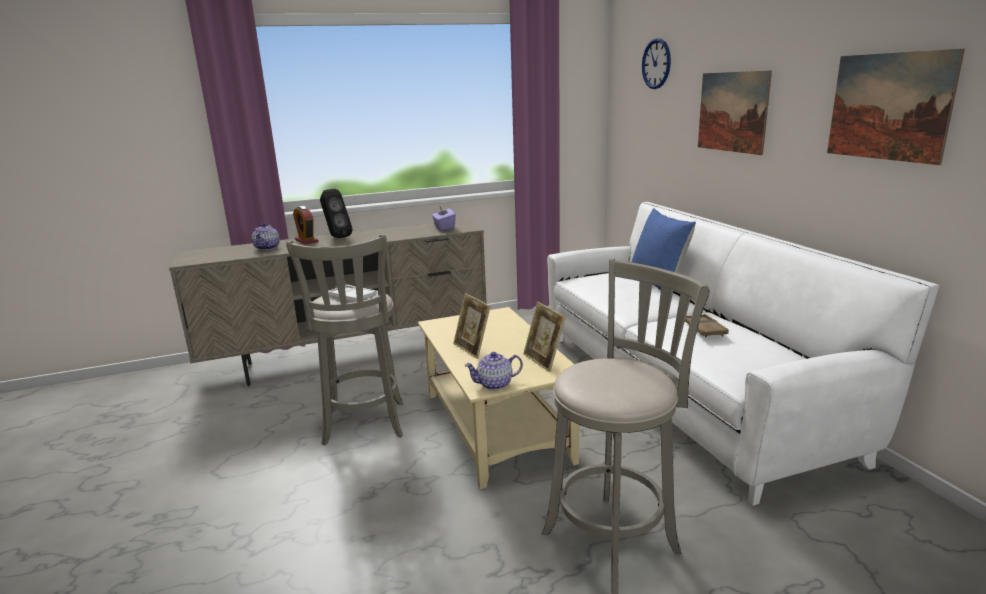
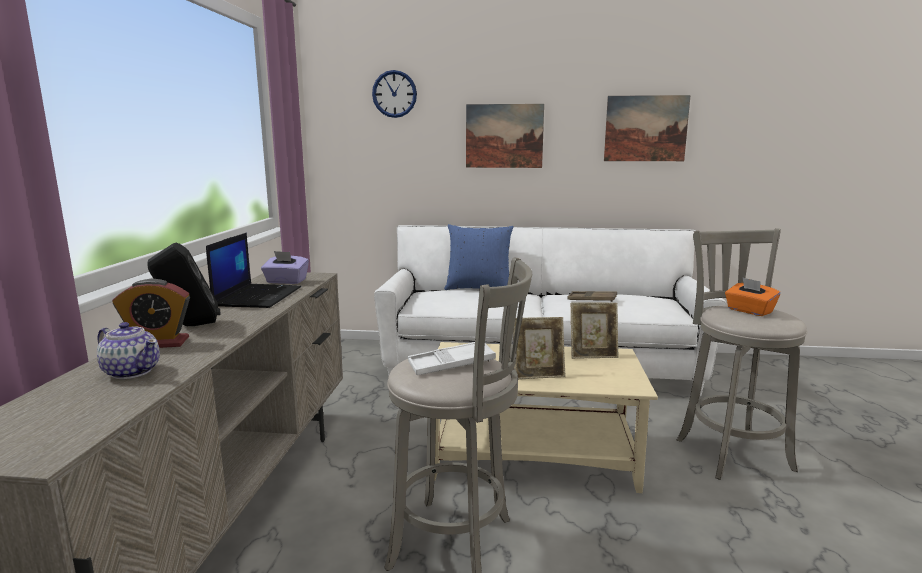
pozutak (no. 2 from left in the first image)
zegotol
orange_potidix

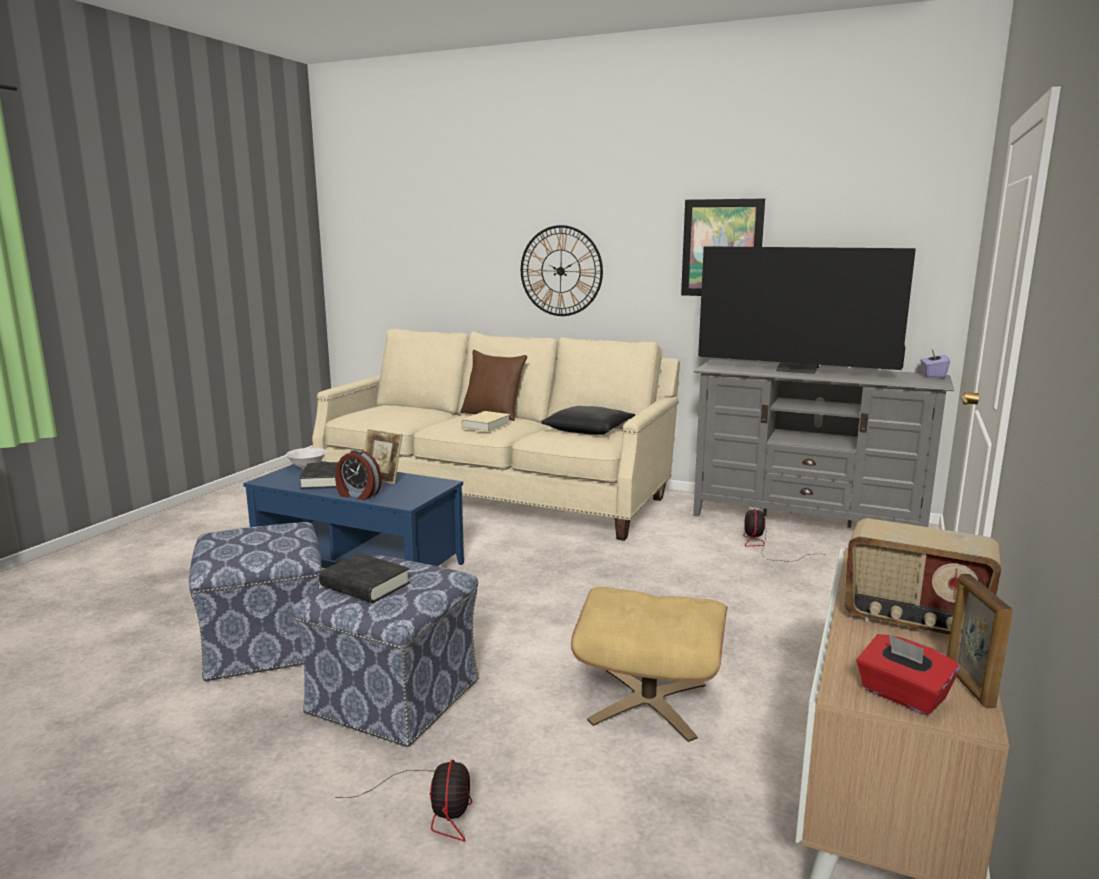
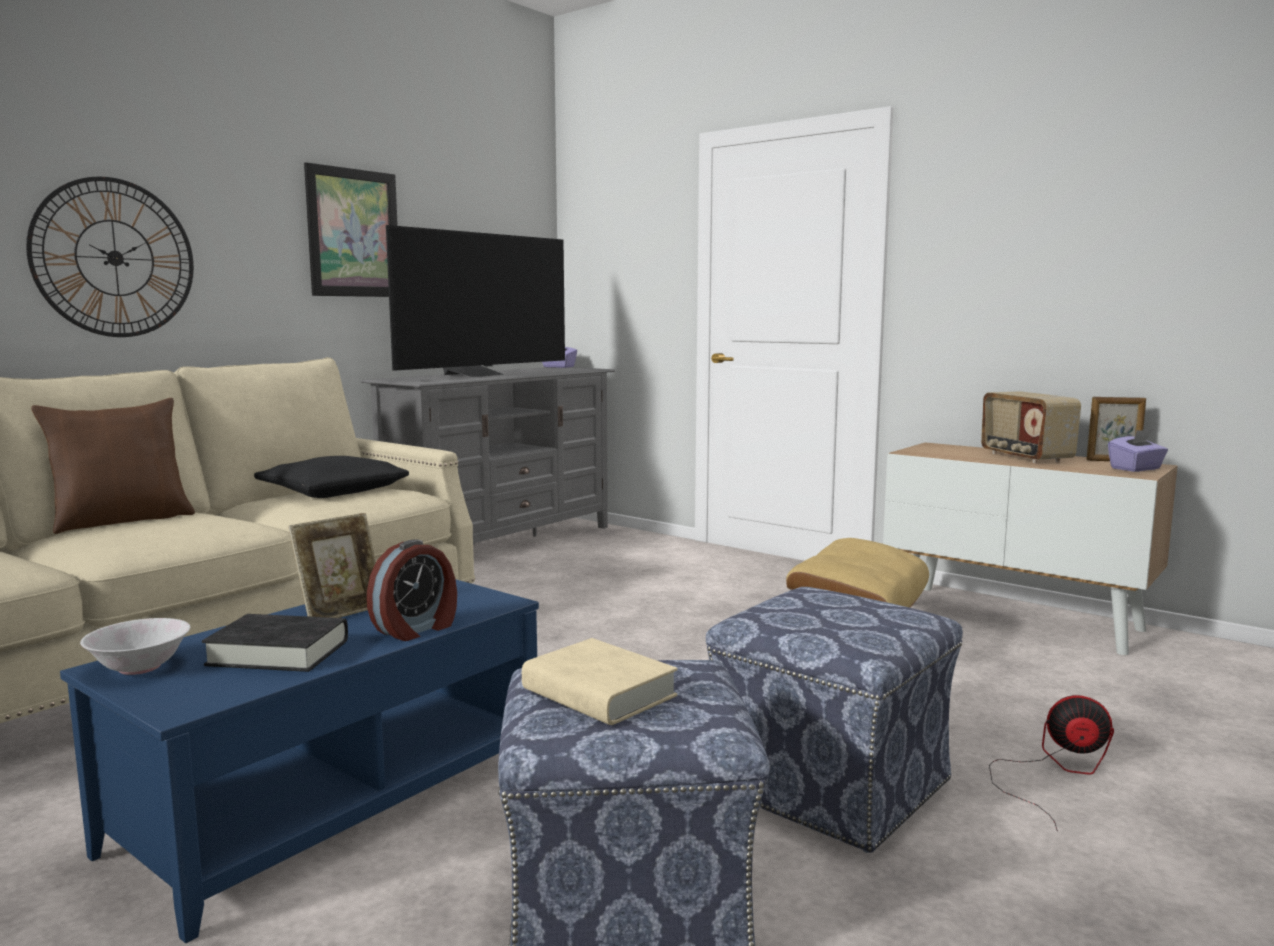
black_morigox (no. 2 from left in the first image)
beige_morigox
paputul (no. 2 from left in the first image)
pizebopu
purple_potidix (no. 2 from left)

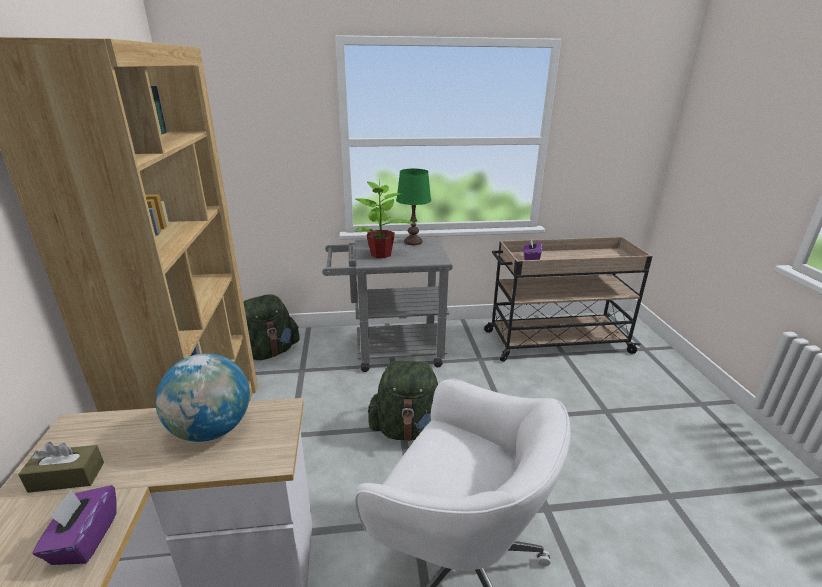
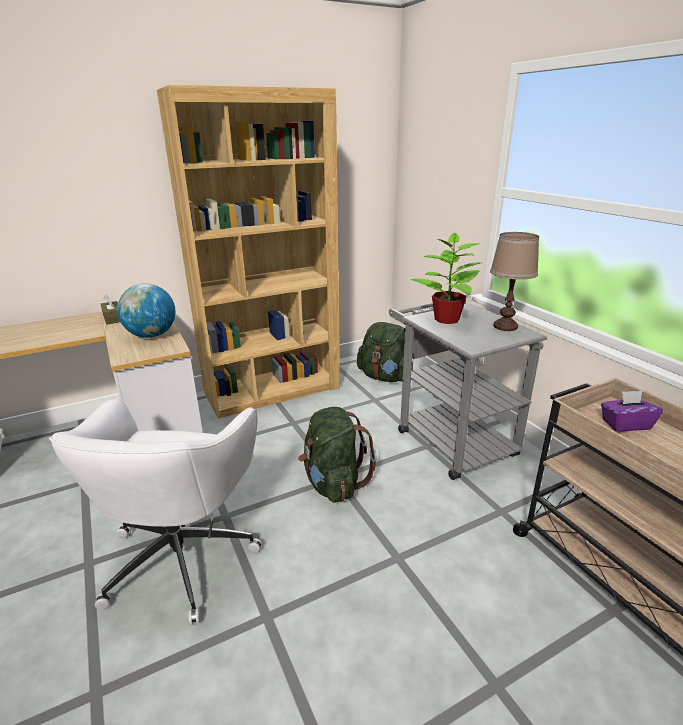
purple_potidix (no. 1 from left in the first image)
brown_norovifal

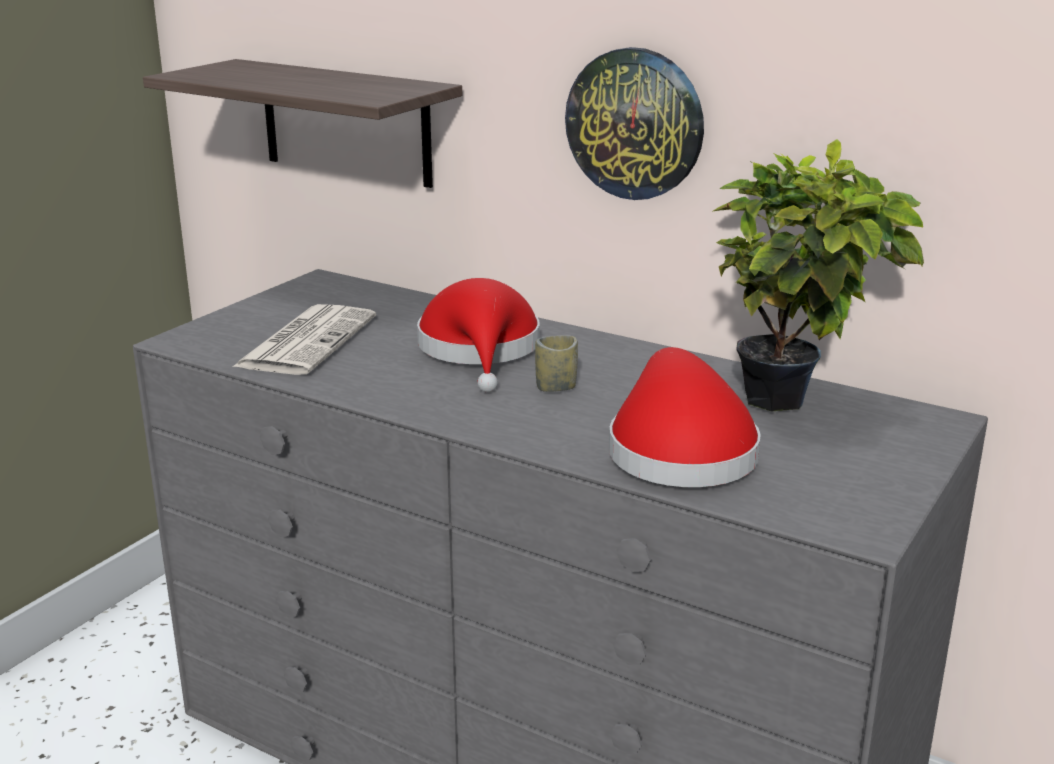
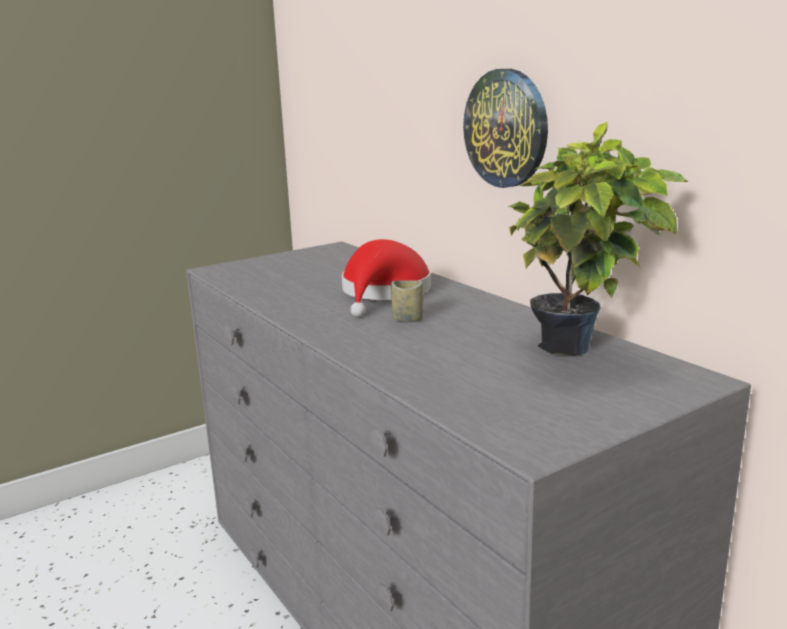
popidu
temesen
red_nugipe (no. 2 from left in the first image)

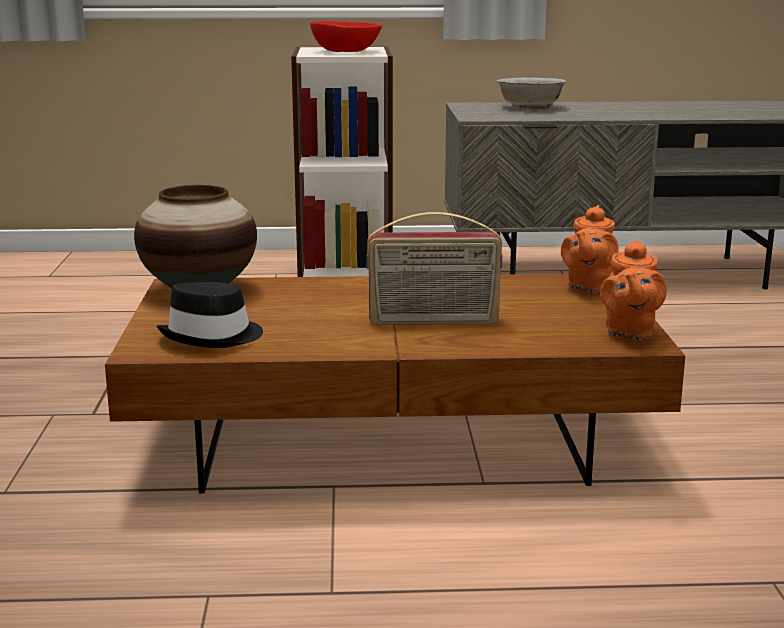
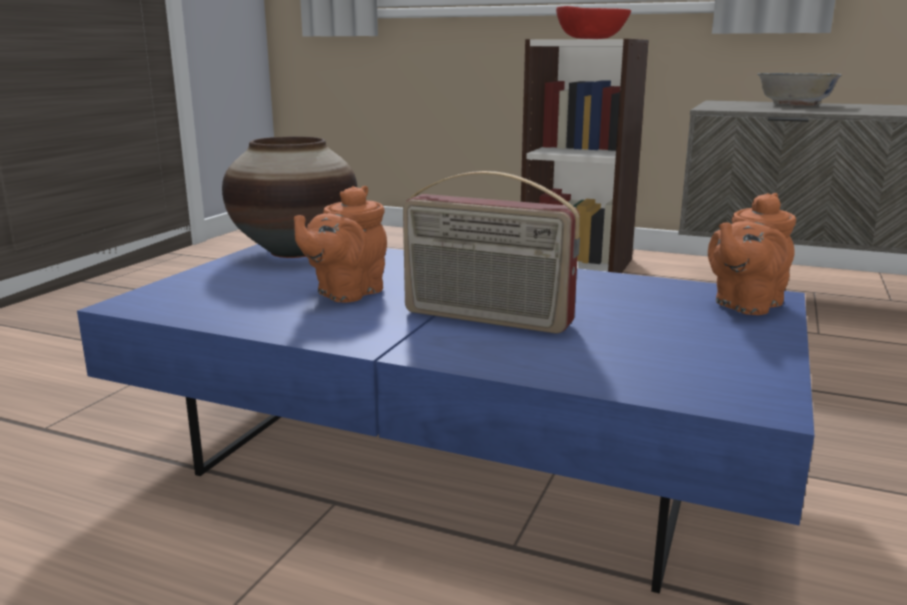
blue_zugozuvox
black_nugipe
orange_pozutak (no. 1 from left)

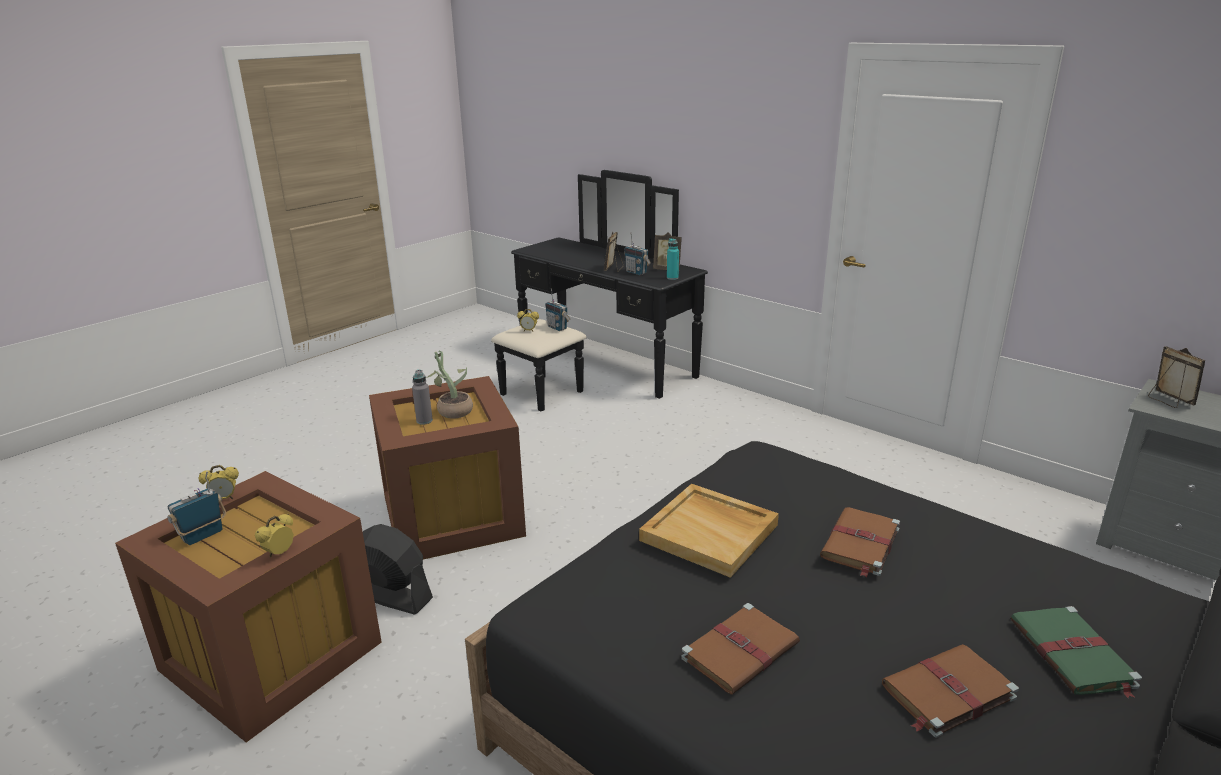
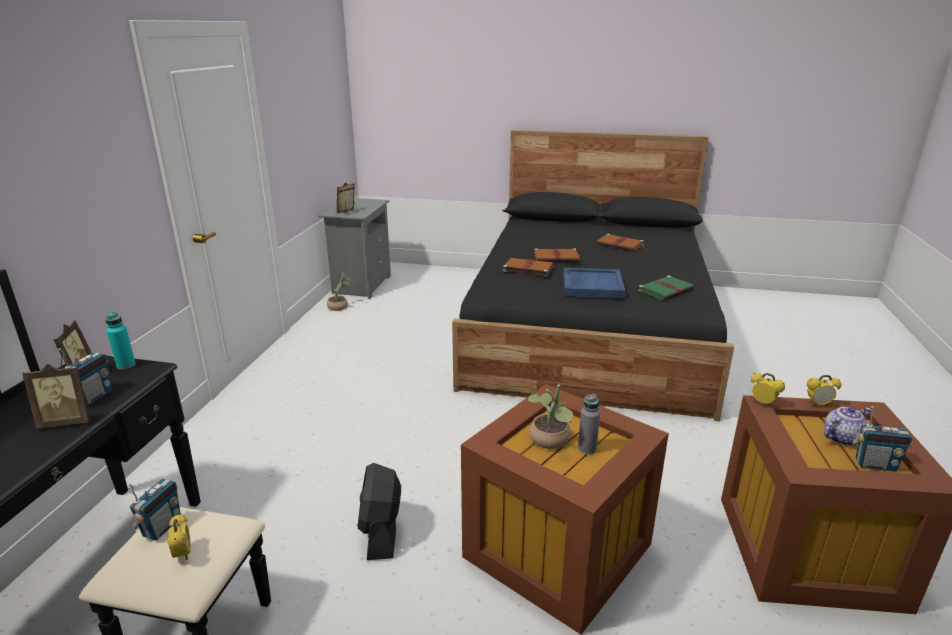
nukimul (no. 2 from left)
black_paputul
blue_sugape
brown_morigox (no. 1 from left)
green_morigox
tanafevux (no. 1 from left)
pozutak

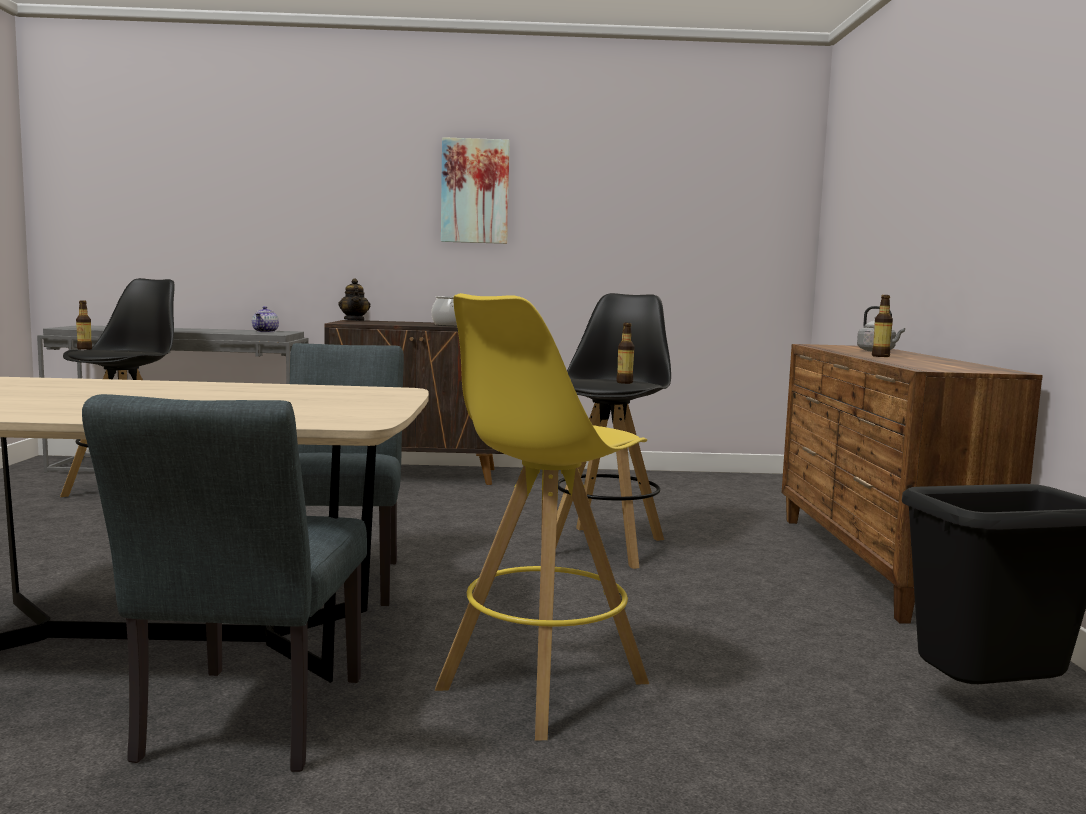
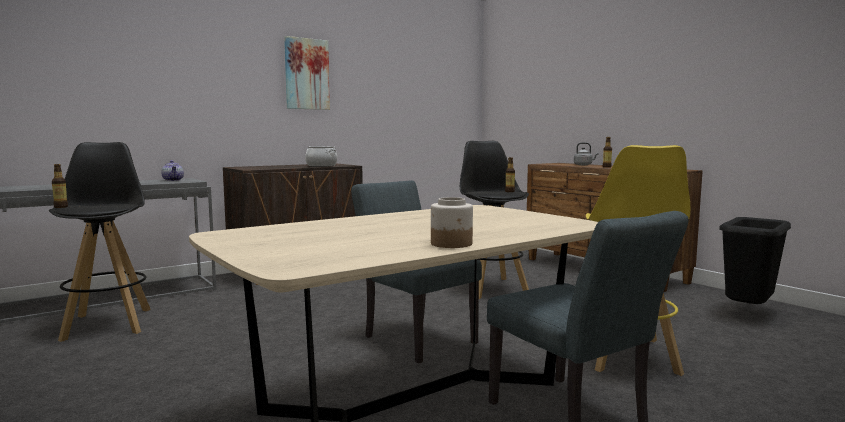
pozutak (no. 2 from left in the first image)
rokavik

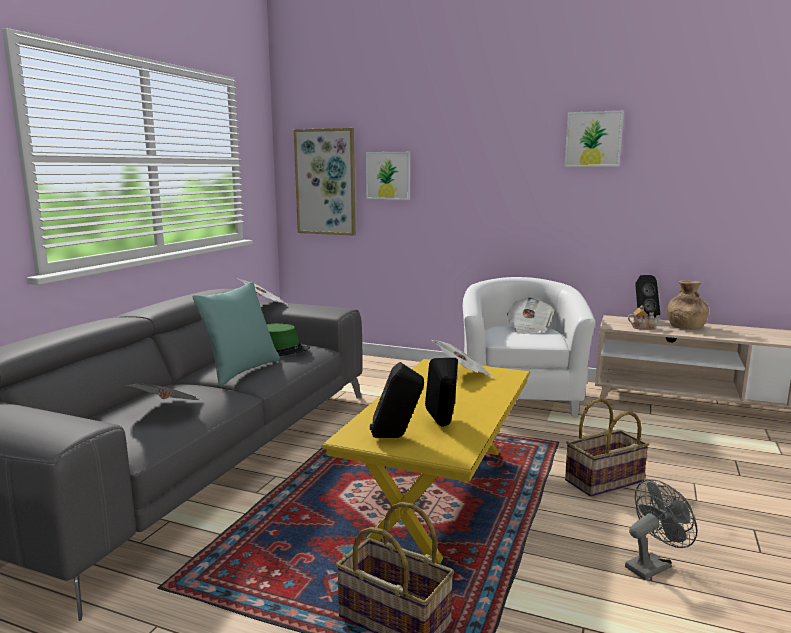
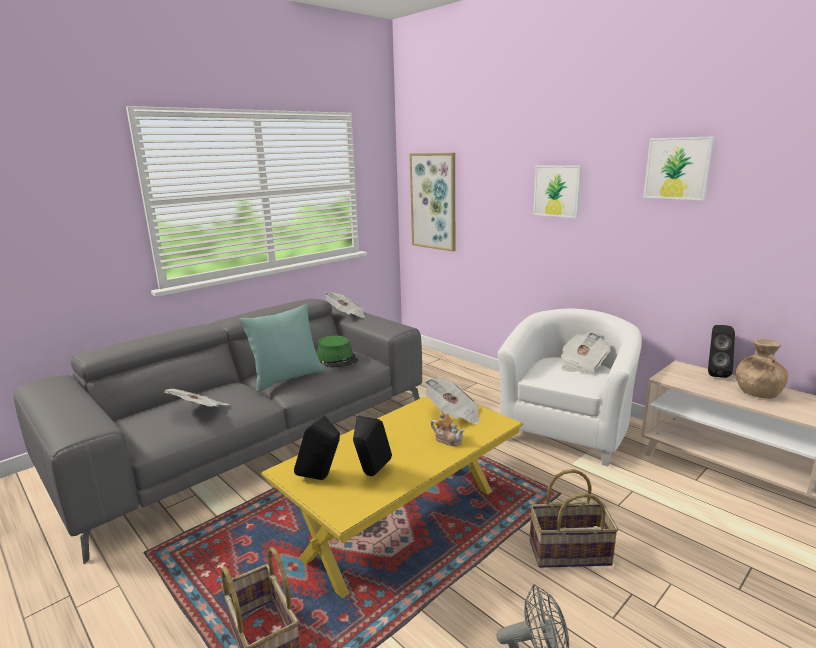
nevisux (no. 2 from left)
pozutak

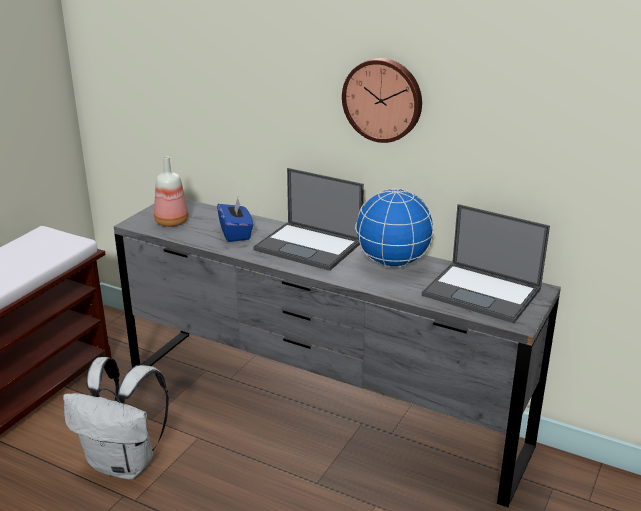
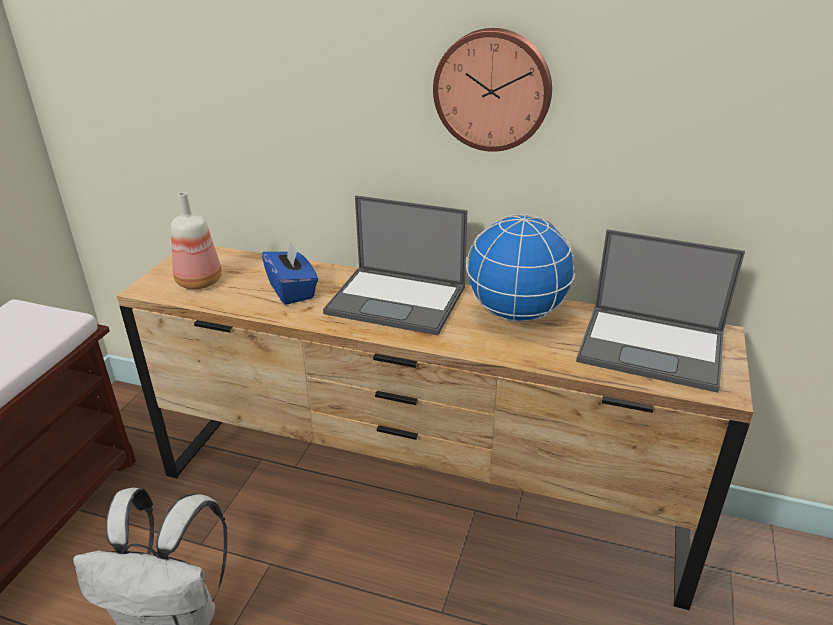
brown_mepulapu

